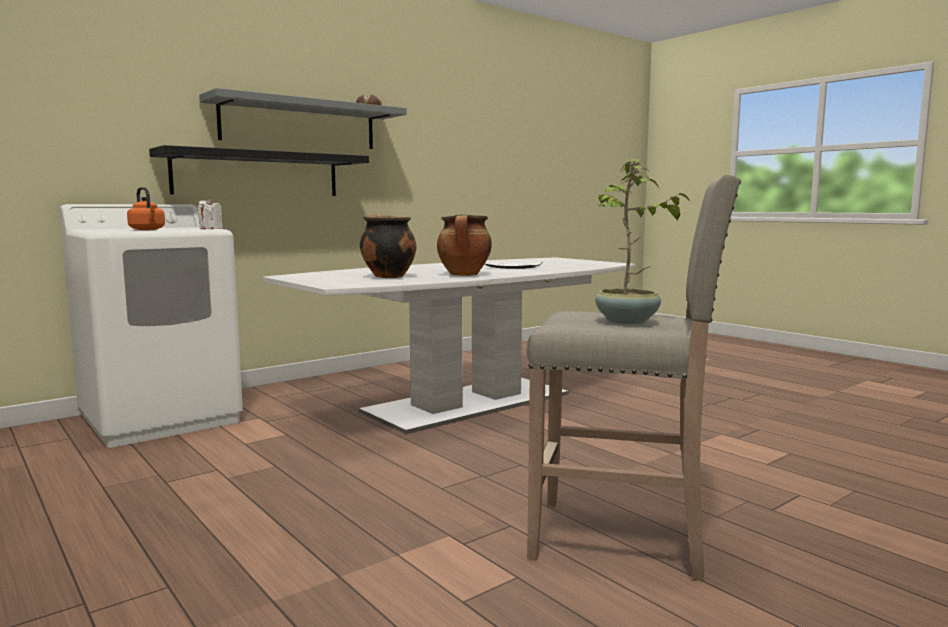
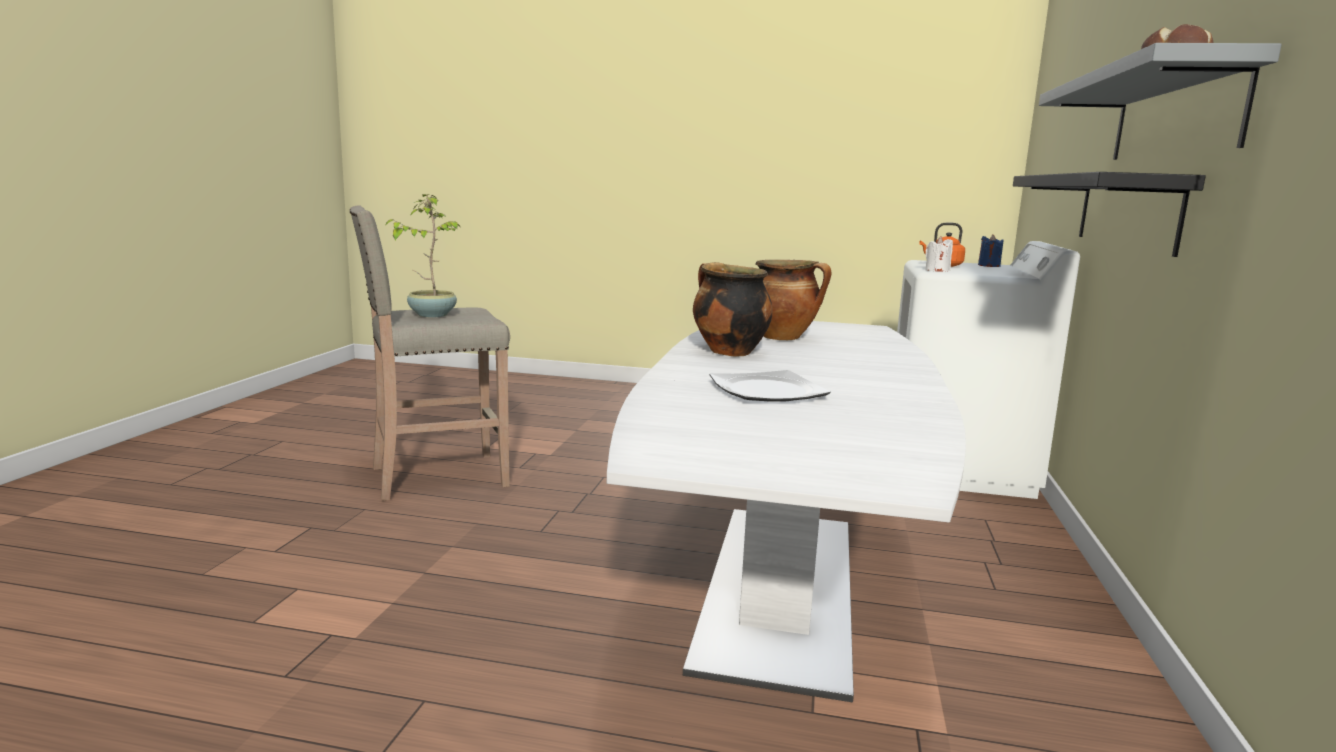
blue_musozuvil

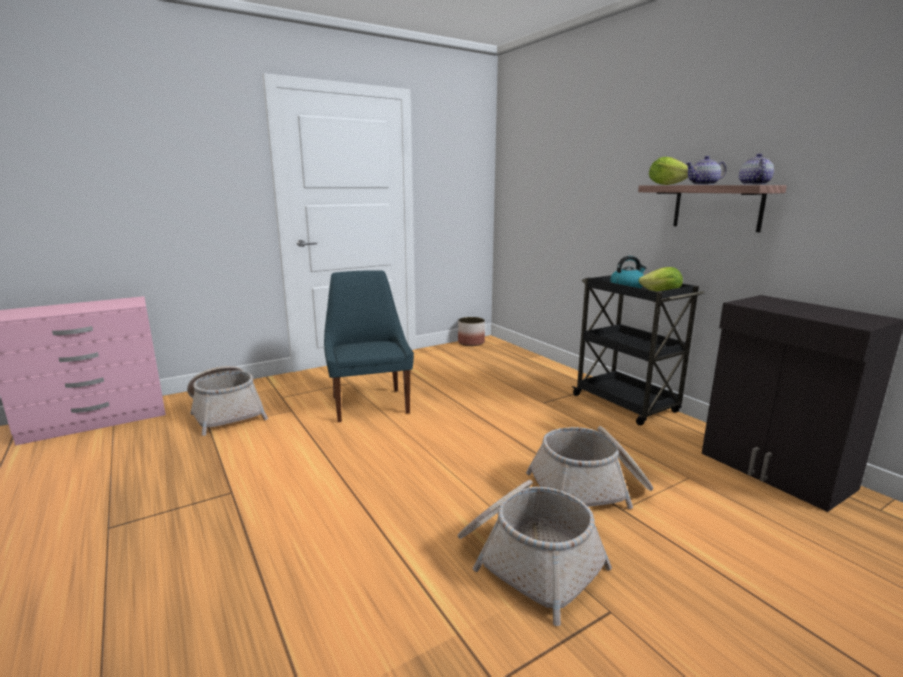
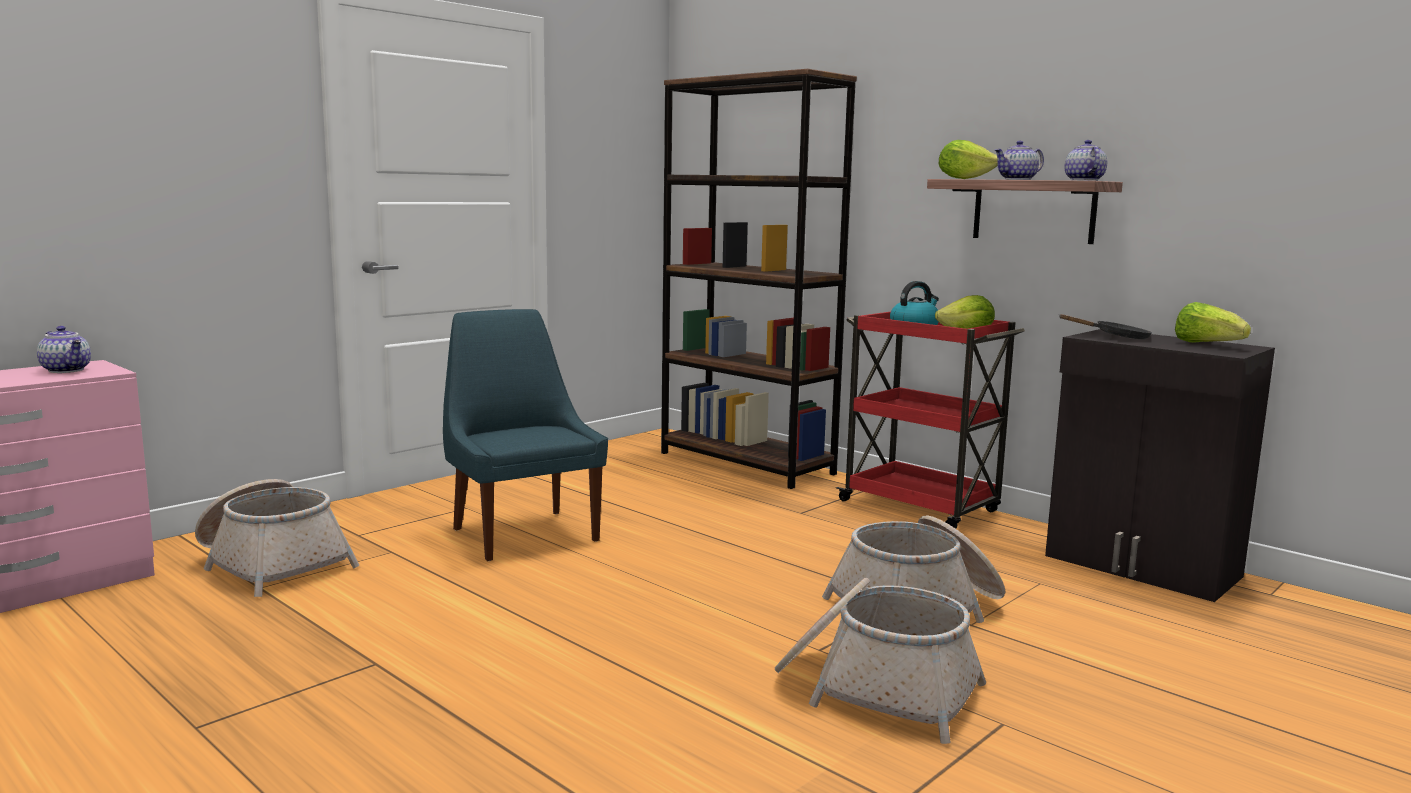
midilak
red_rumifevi
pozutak (no. 1 from left)
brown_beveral
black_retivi
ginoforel (no. 3 from left)

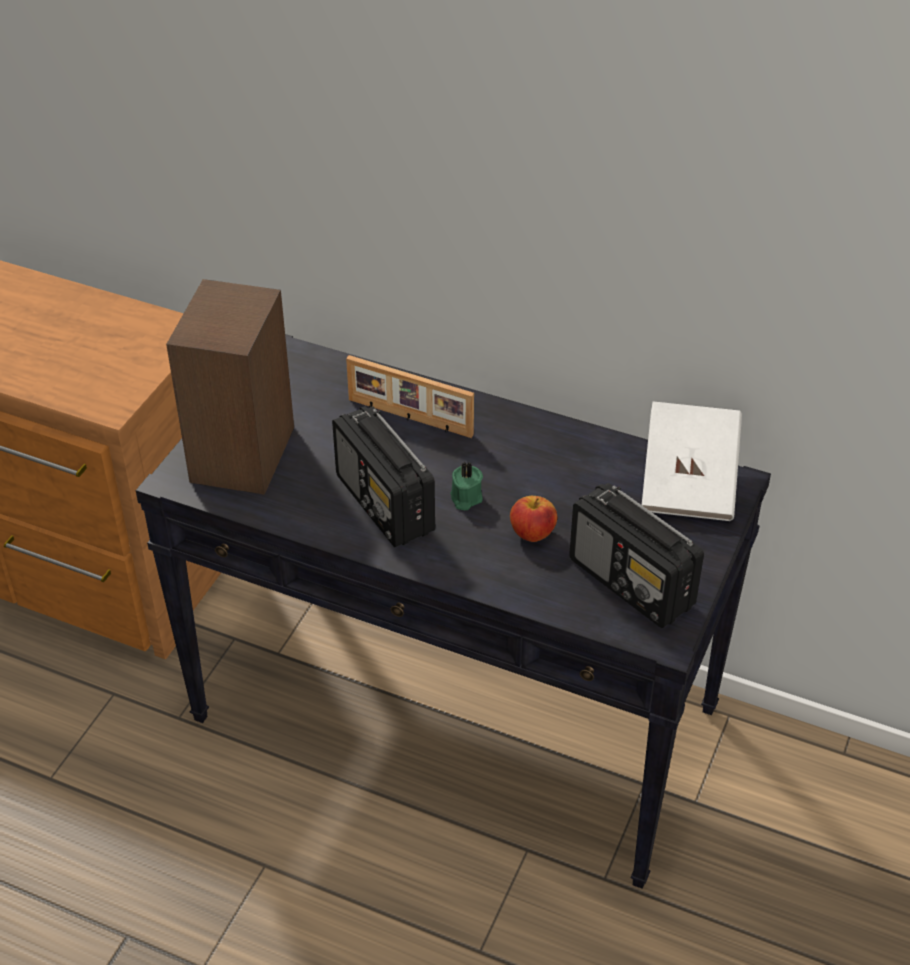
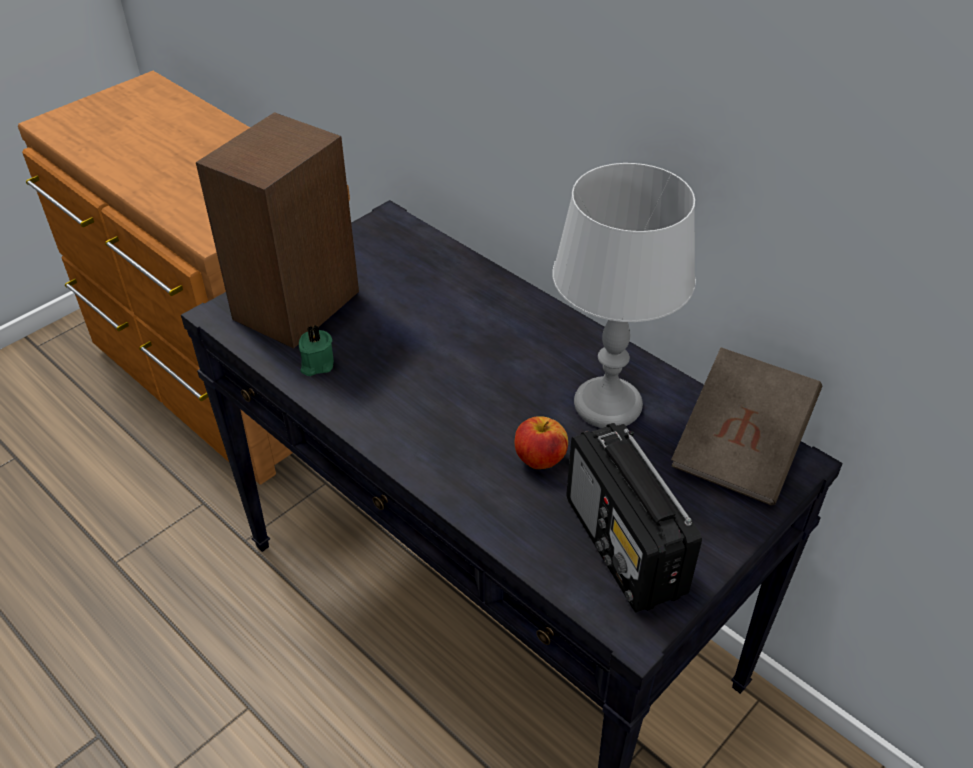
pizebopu (no. 1 from left in the first image)
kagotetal
green_musozuvil
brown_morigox
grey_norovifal

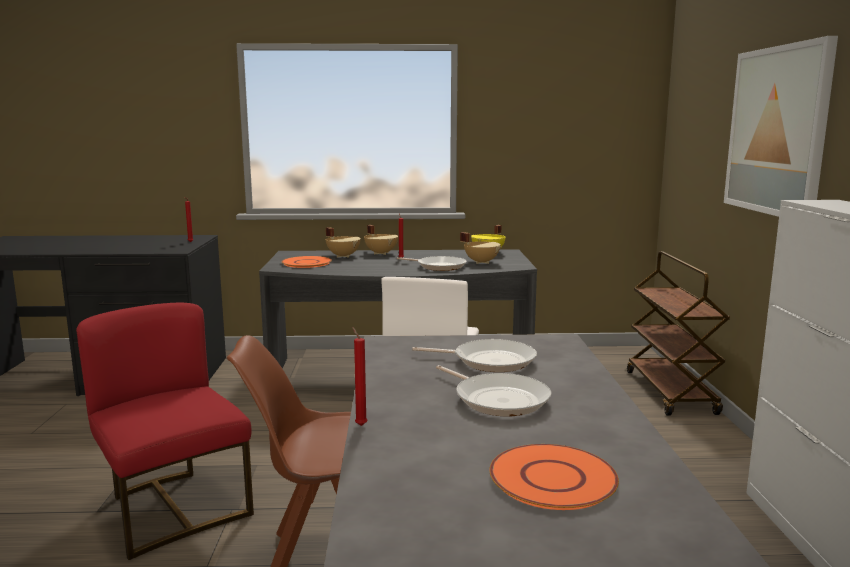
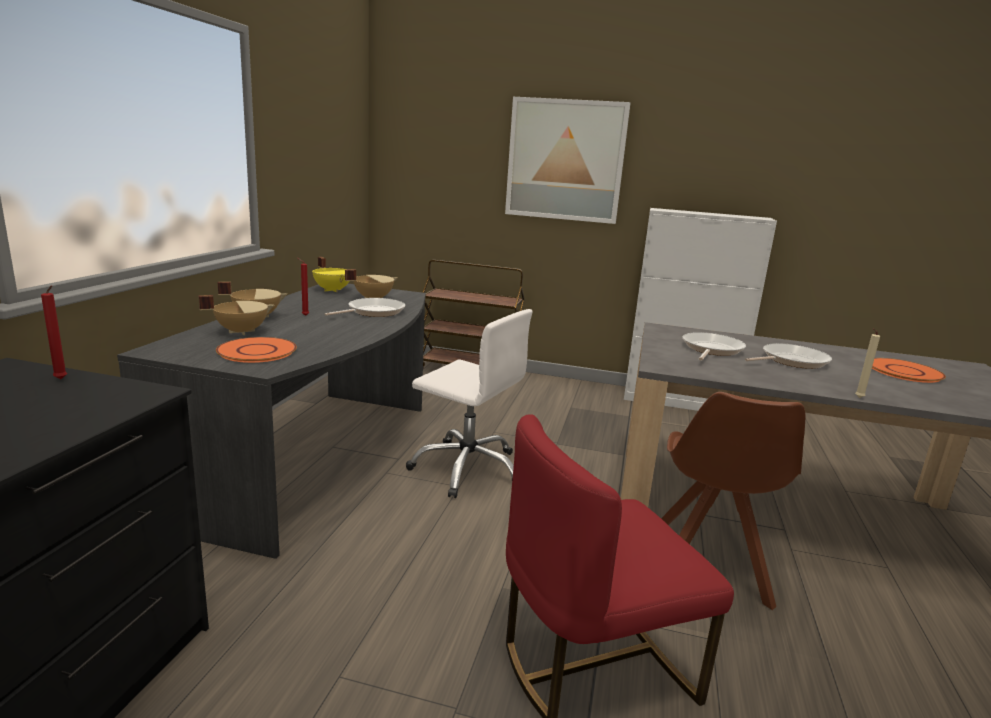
beige_musozuvil

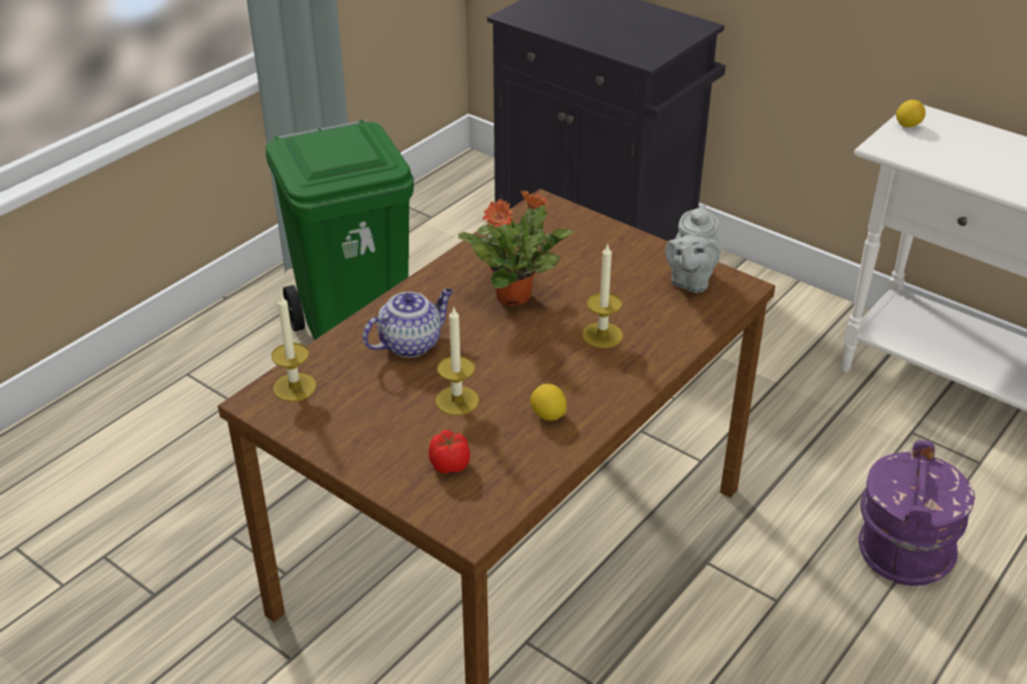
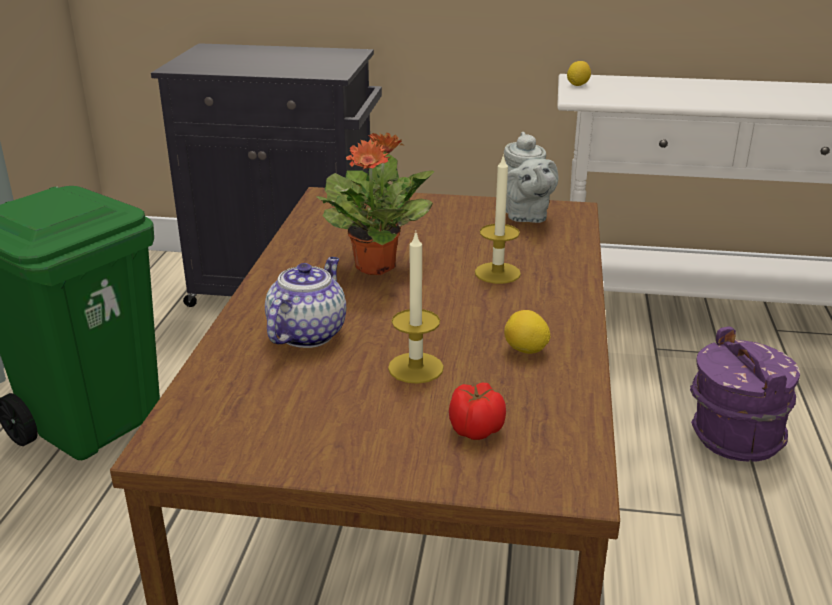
musozuvil (no. 1 from left in the first image)

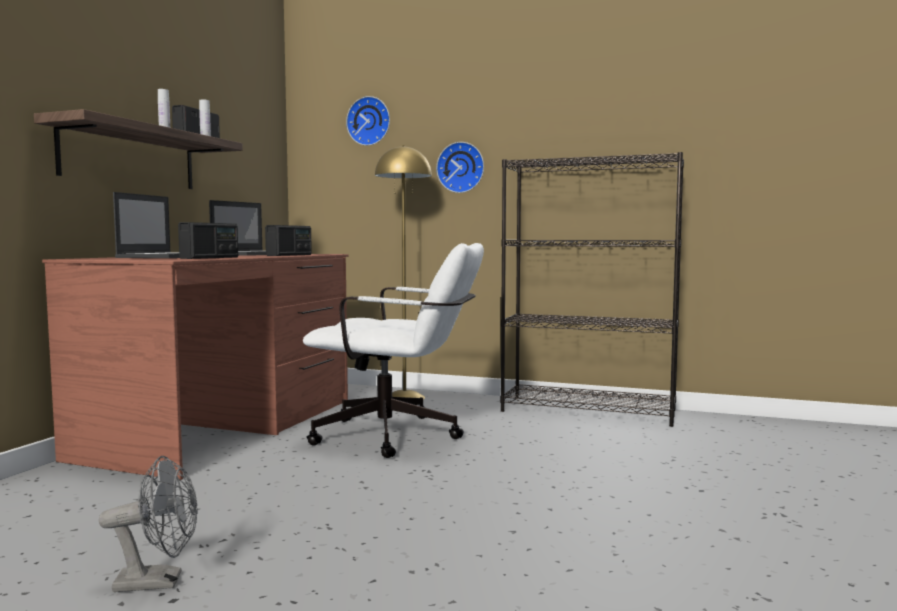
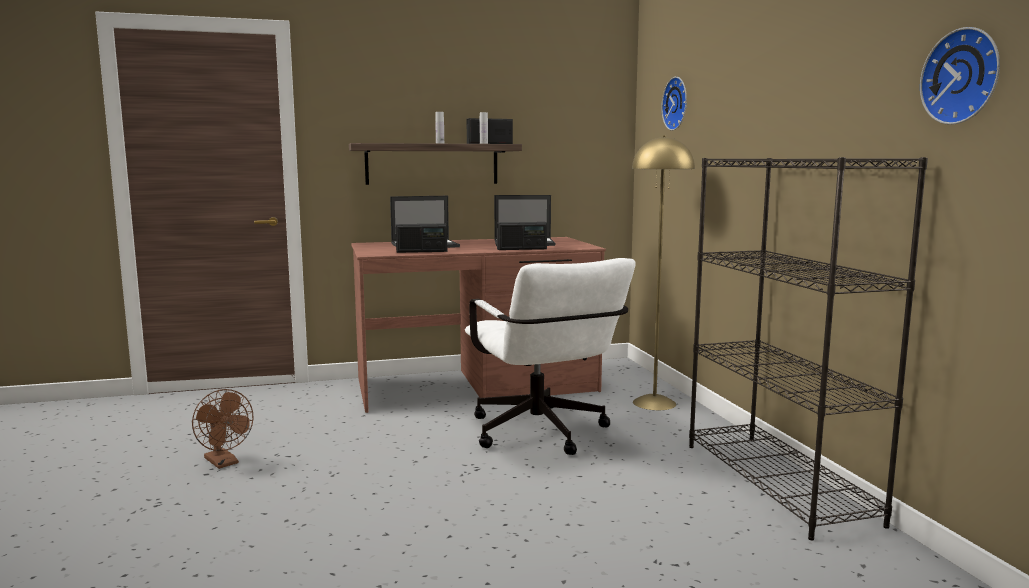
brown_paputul
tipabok (no. 2 from left)

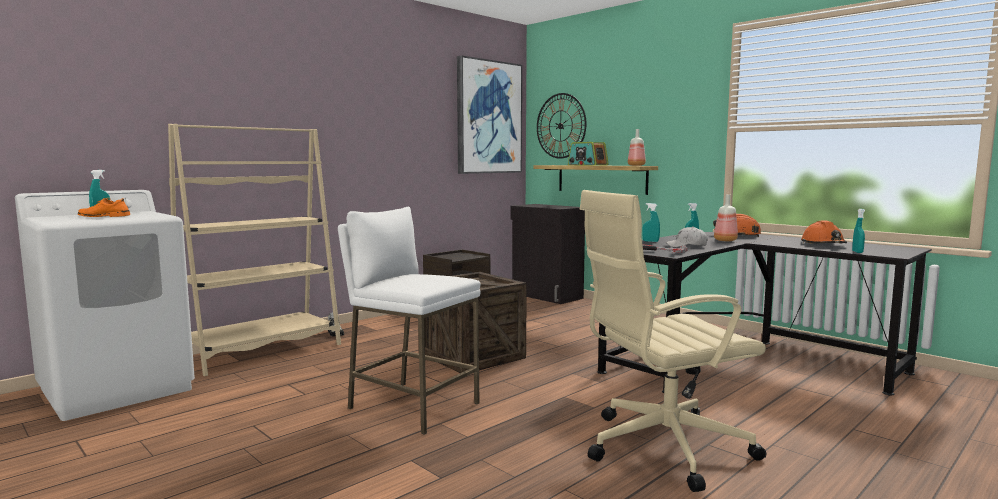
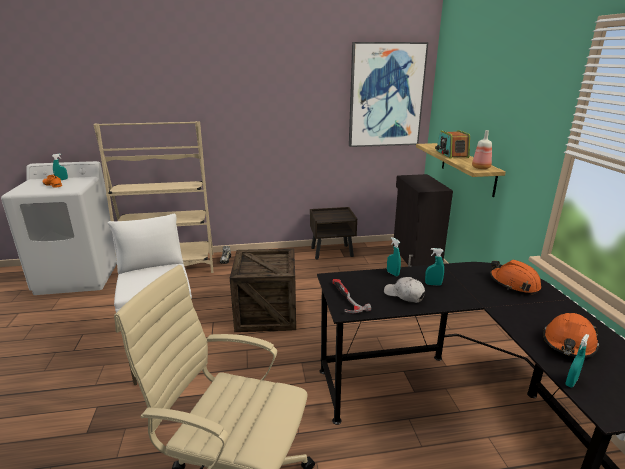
tipabok
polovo (no. 2 from left in the first image)

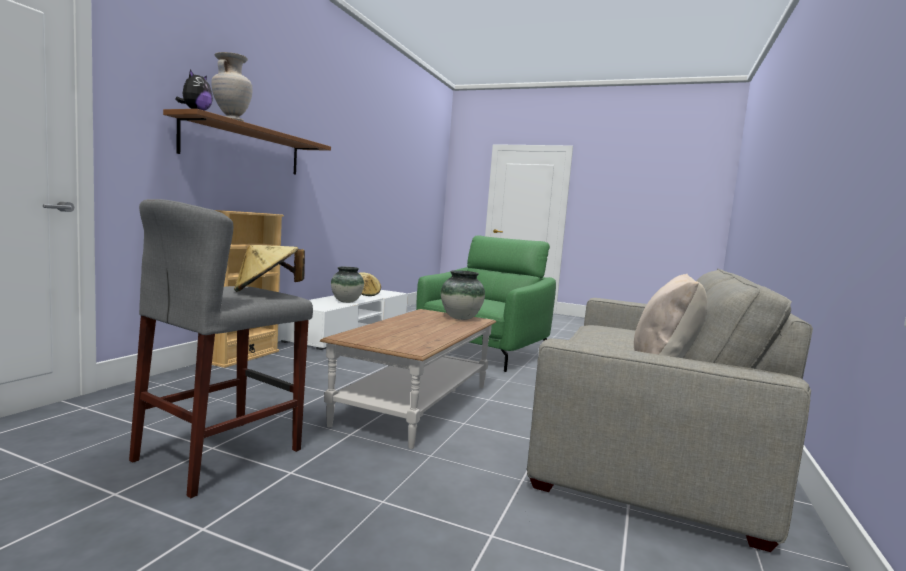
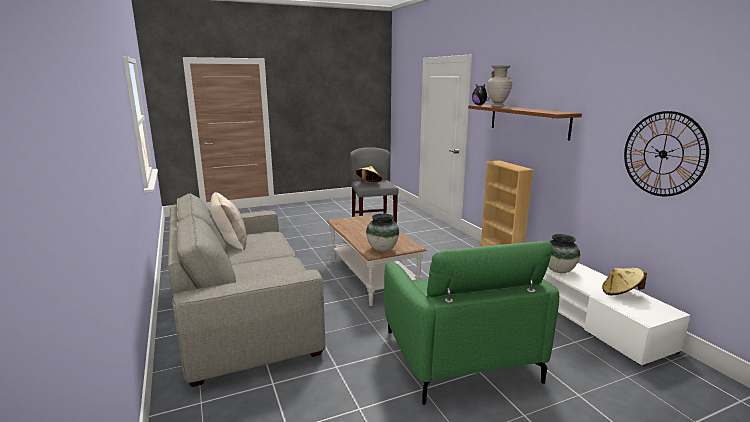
tipabok

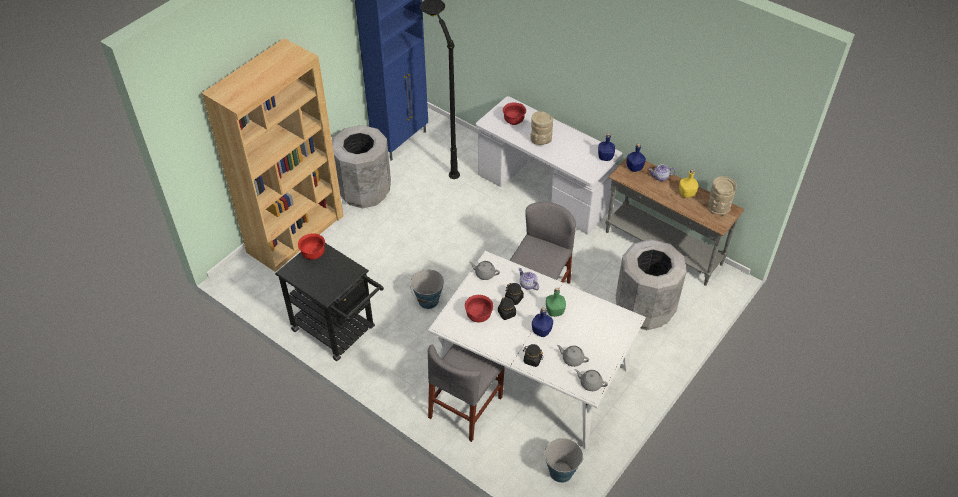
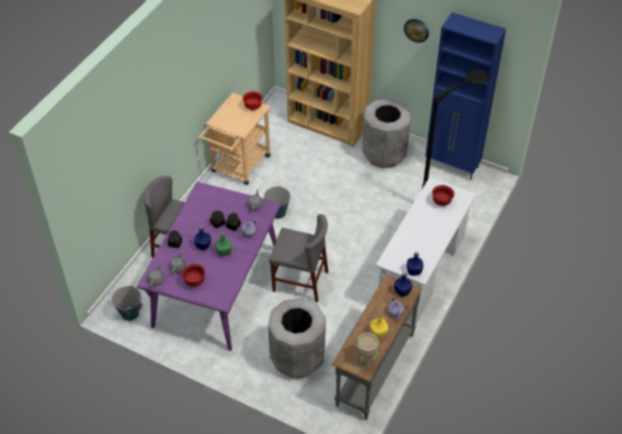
beige_rumifevi
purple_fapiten
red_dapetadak (no. 1 from left)
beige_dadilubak (no. 1 from left in the first image)
tipabok

